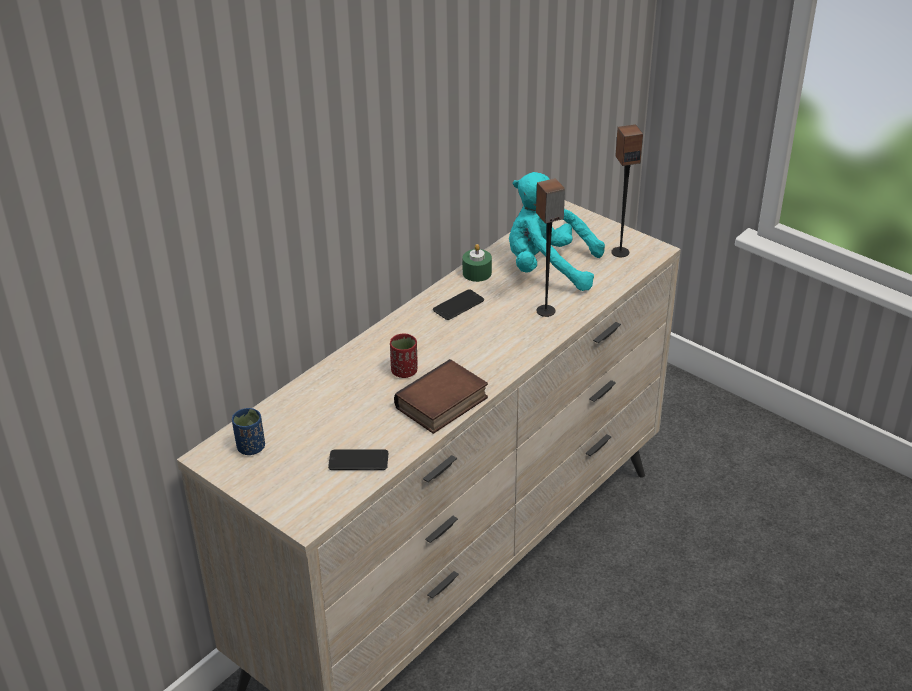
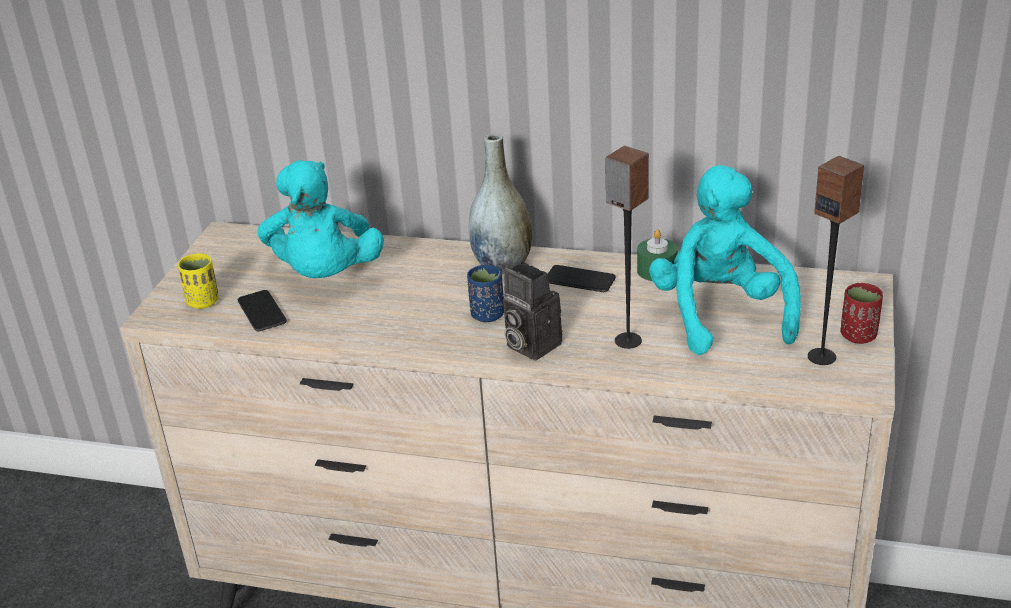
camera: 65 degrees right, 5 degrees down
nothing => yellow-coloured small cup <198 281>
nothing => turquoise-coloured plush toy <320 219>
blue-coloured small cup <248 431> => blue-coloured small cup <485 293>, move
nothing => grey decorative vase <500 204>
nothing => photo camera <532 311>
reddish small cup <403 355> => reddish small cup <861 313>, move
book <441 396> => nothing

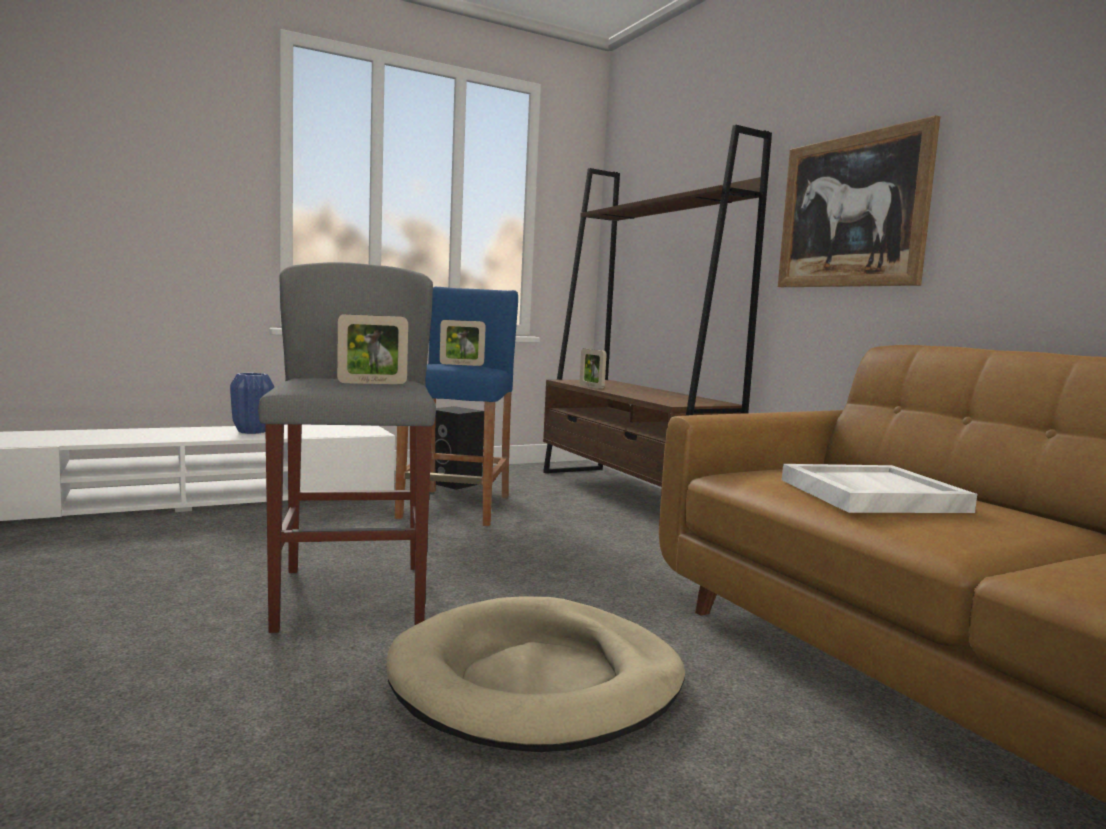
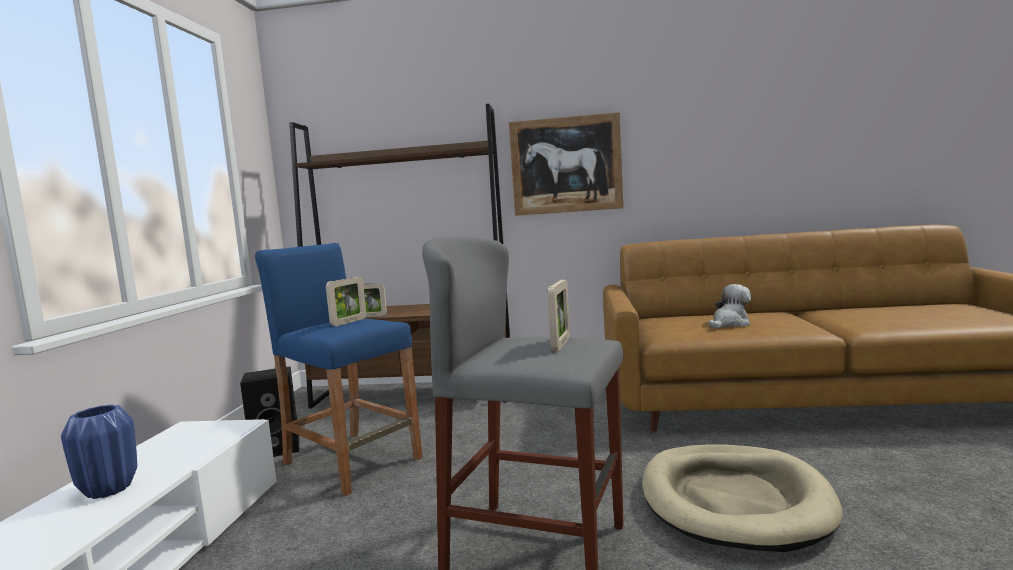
camera: 55 degrees left, 0 degrees up
whitish serving tray <879 488> => plush toy <730 306>

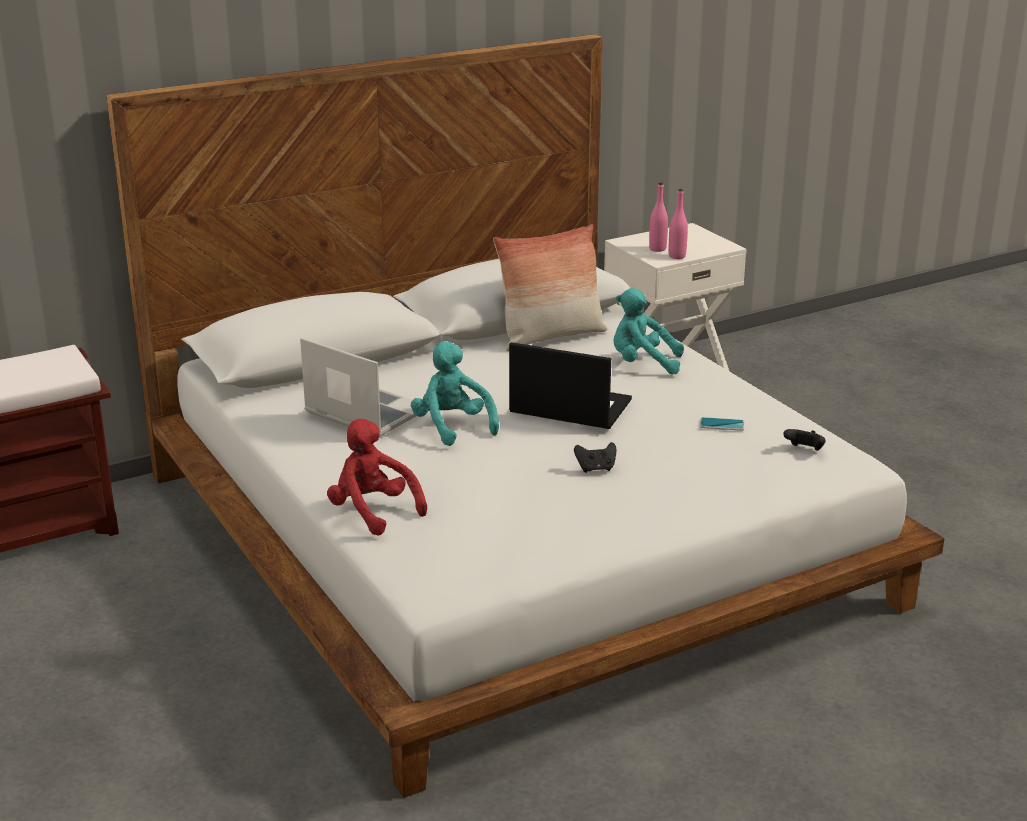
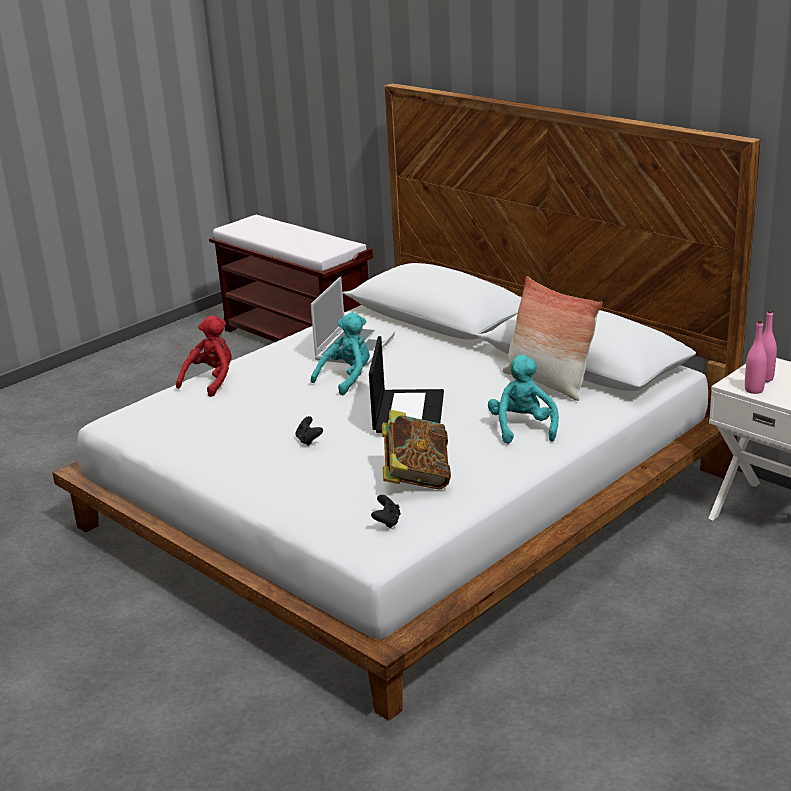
camera: 75 degrees right, 0 degrees up
telephone <722 424> => book <416 449>

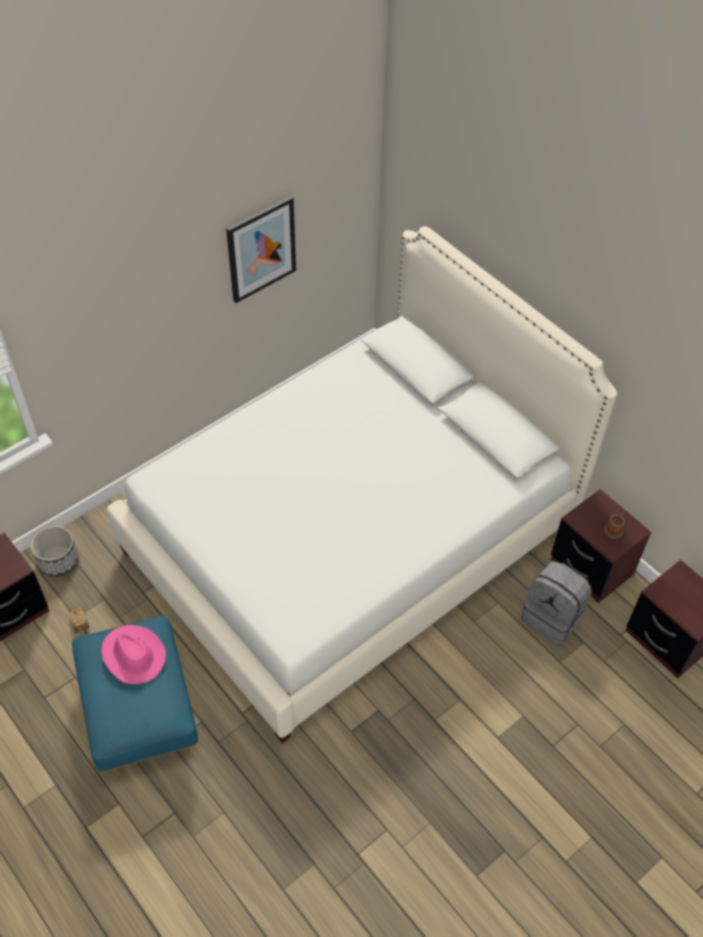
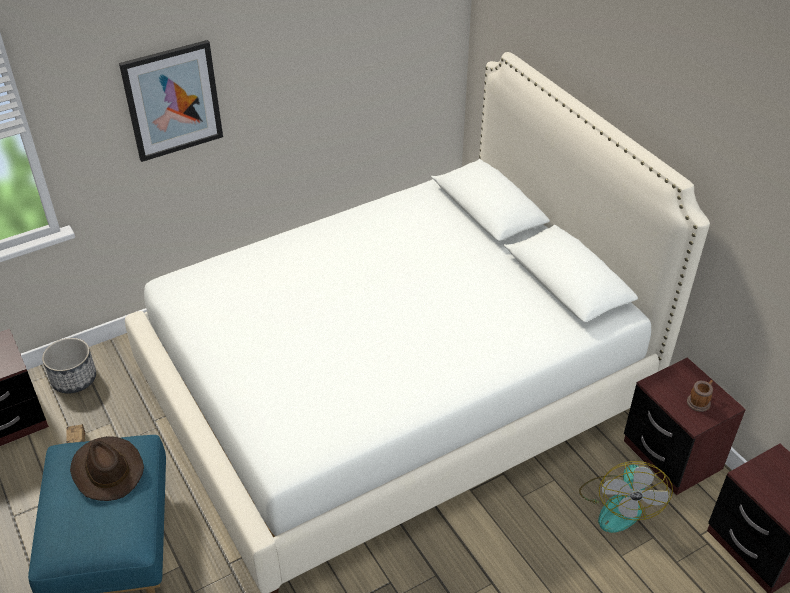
camera: 10 degrees right, 10 degrees down
pink wearable hat <133 654> => brownish wearable hat <107 468>
picture <261 249> => picture <171 101>, move
grey backpack <556 603> => fan <626 497>

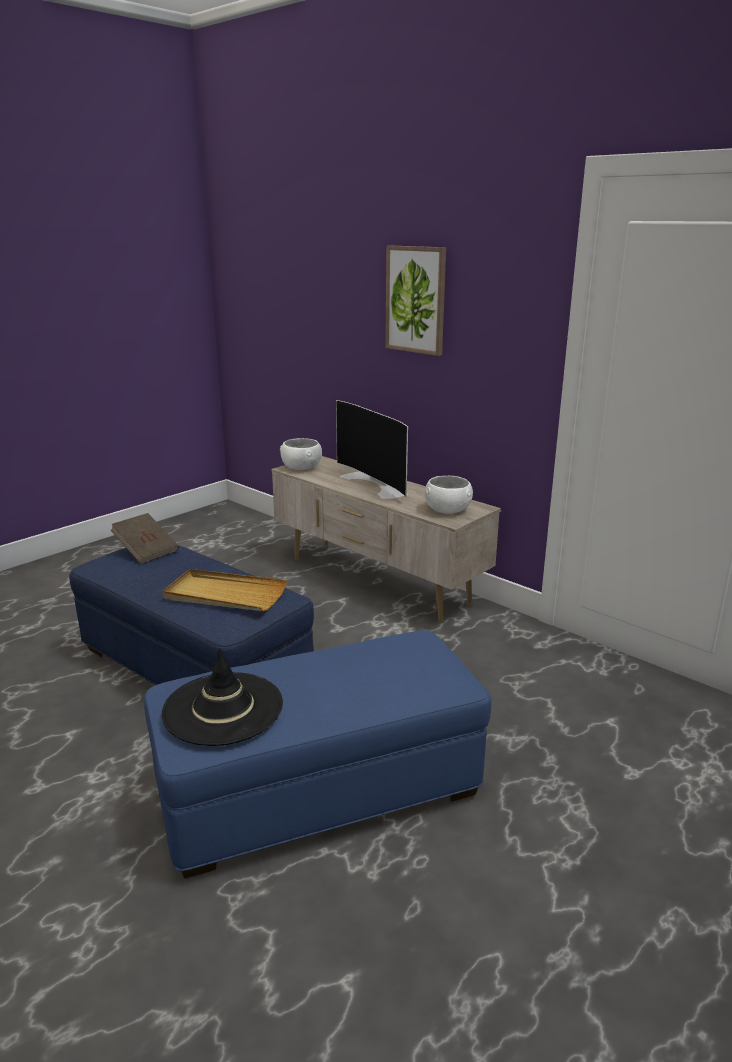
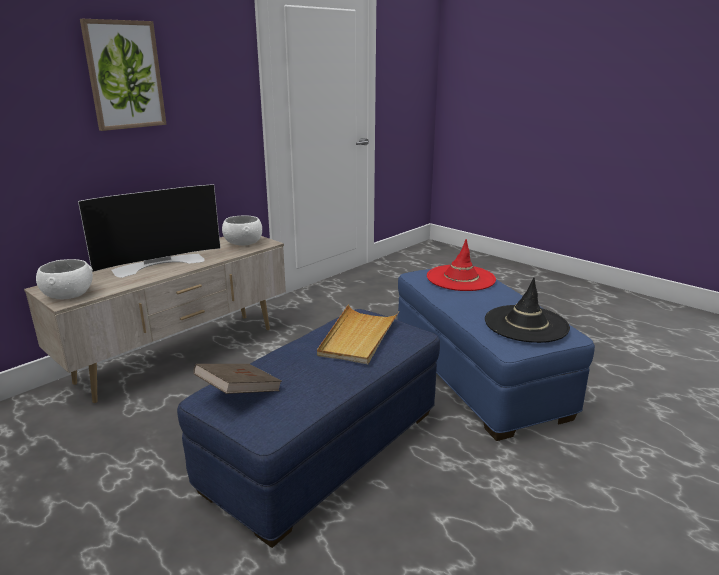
camera: 90 degrees left, 0 degrees up
nothing => reddish wearable hat <461 265>

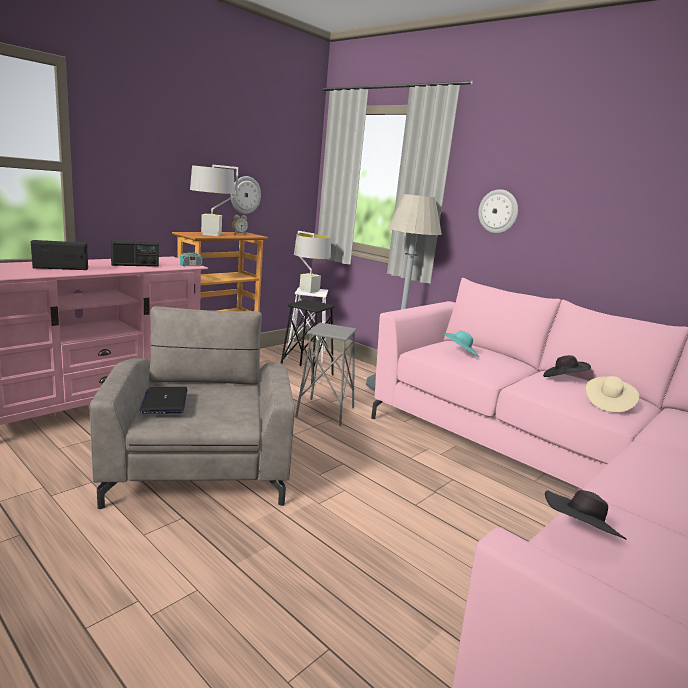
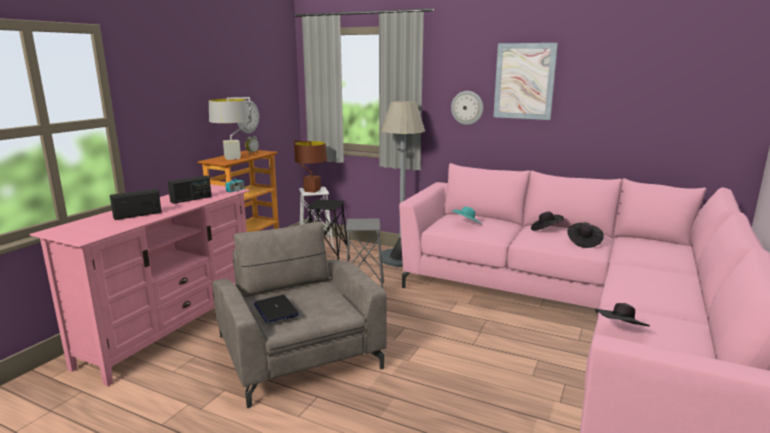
camera: 15 degrees left, 0 degrees up
grey tabletop lamp <312 262> => brownish tabletop lamp <310 166>
nothing => picture <525 81>
beige wearable hat <612 394> => black-coloured wearable hat <585 235>

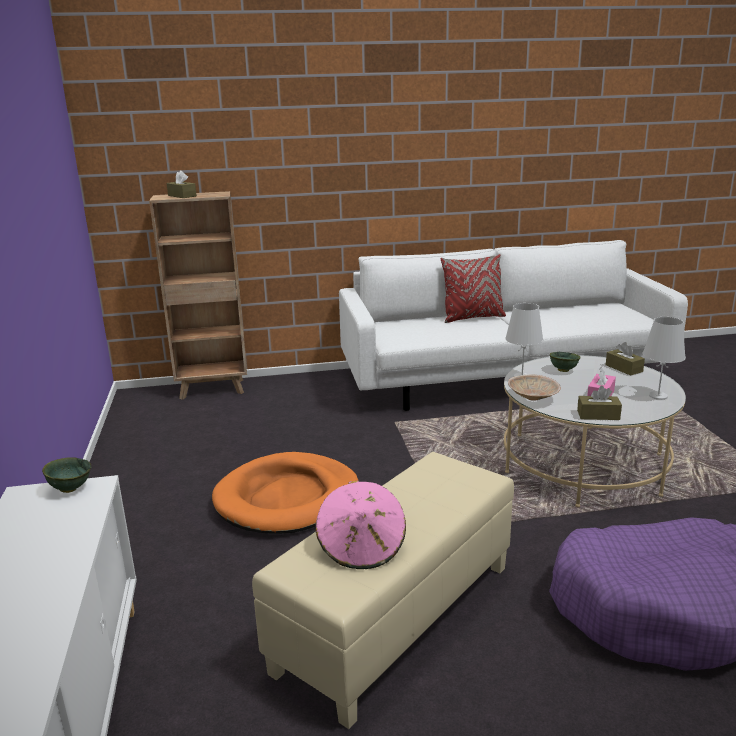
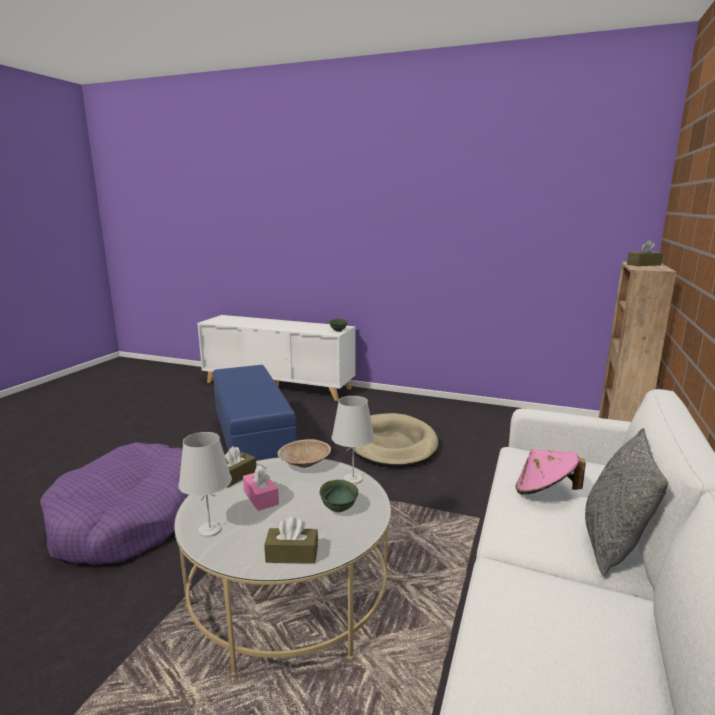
camera: 120 degrees right, 5 degrees down
beige pouffe <383 590> => blue-coloured pouffe <255 413>
orangey pet bed <285 493> => beige pet bed <394 440>
pink wearable hat <360 525> => pink wearable hat <551 472>, move
reddish throw pillow <473 288> => grey throw pillow <626 502>

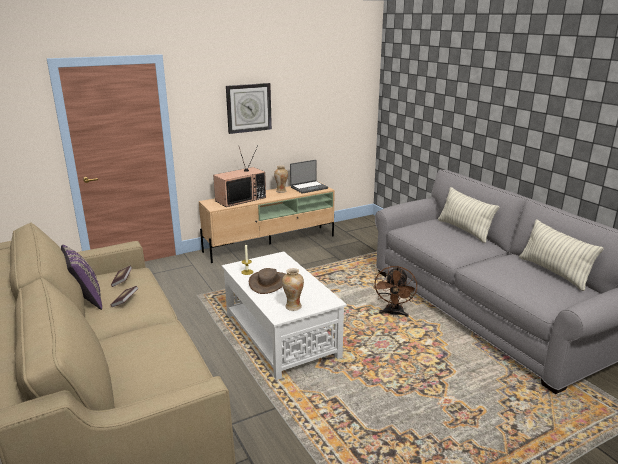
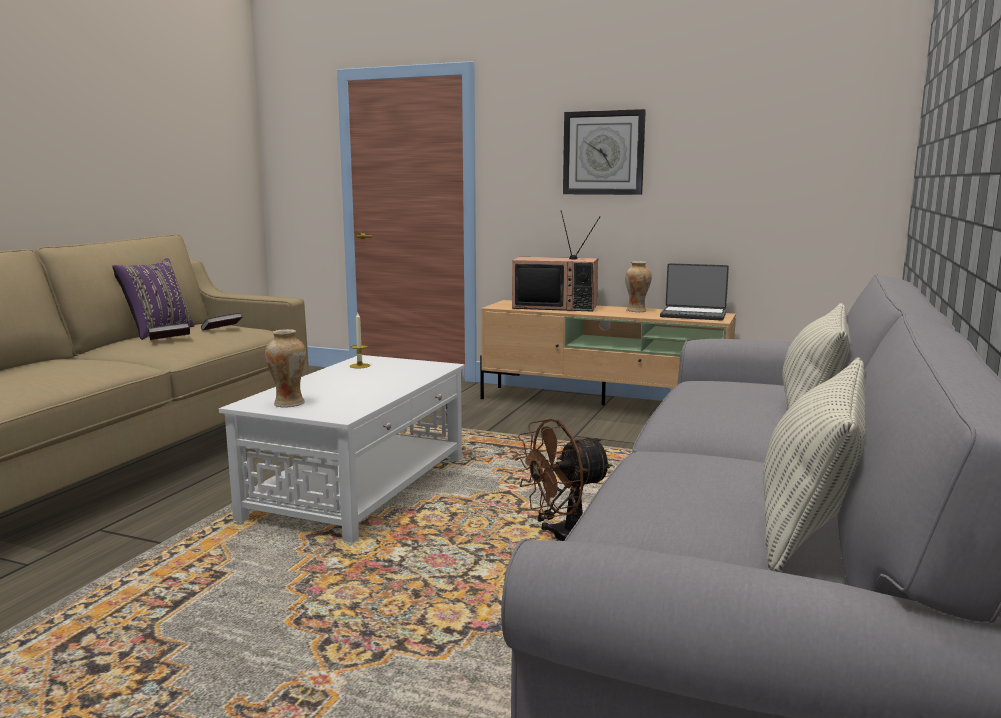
camera: 50 degrees right, 10 degrees down
brownish wearable hat <267 281> => nothing

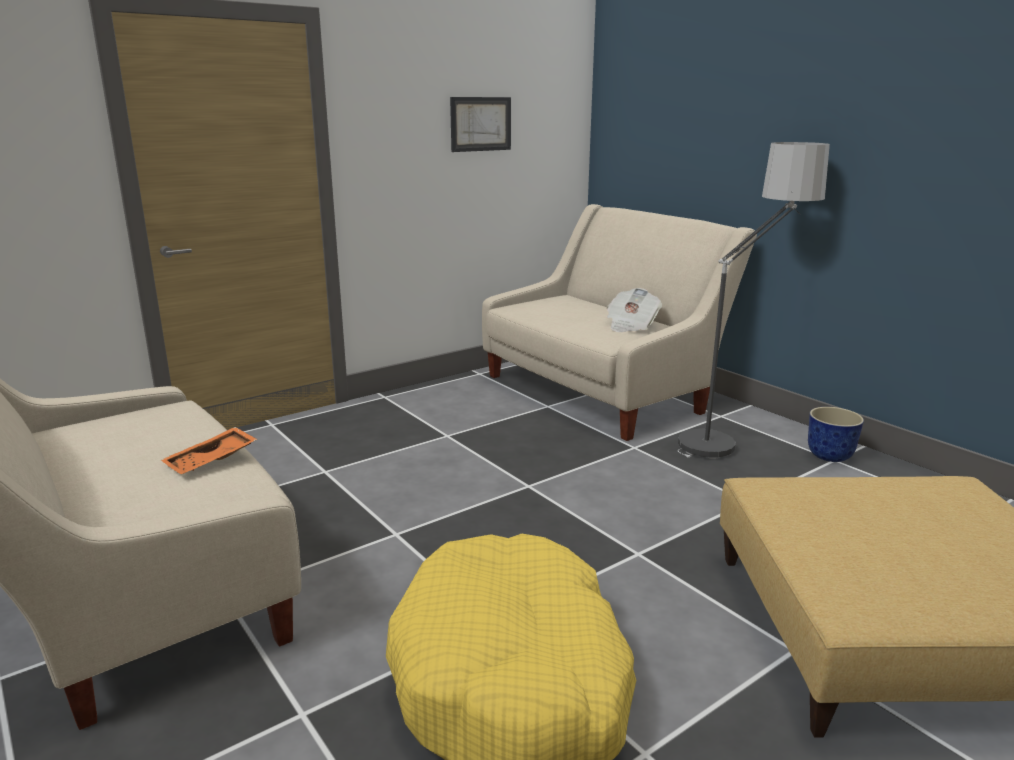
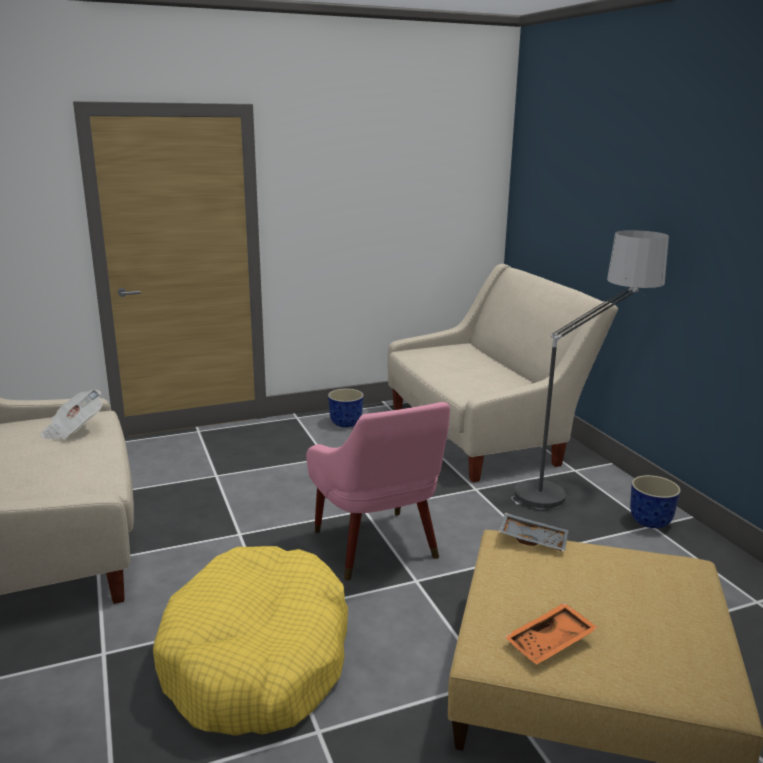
camera: 15 degrees right, 0 degrees up
printed paper <634 310> => printed paper <71 414>, move
nothing => pink lounge chair <378 491>
nothing => planter <346 408>
nothing => grey serving tray <534 531>
orangey serving tray <209 450> => orangey serving tray <551 633>, move
picture <480 124> => nothing

